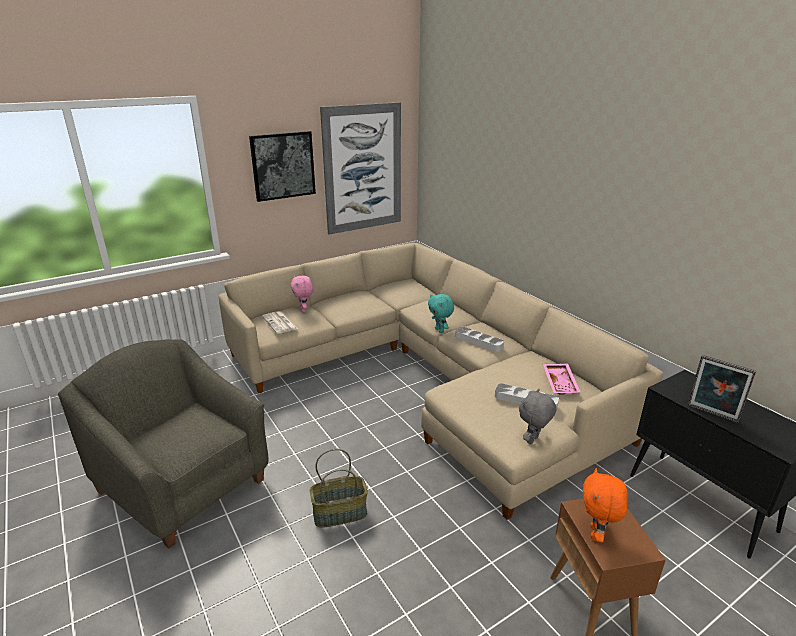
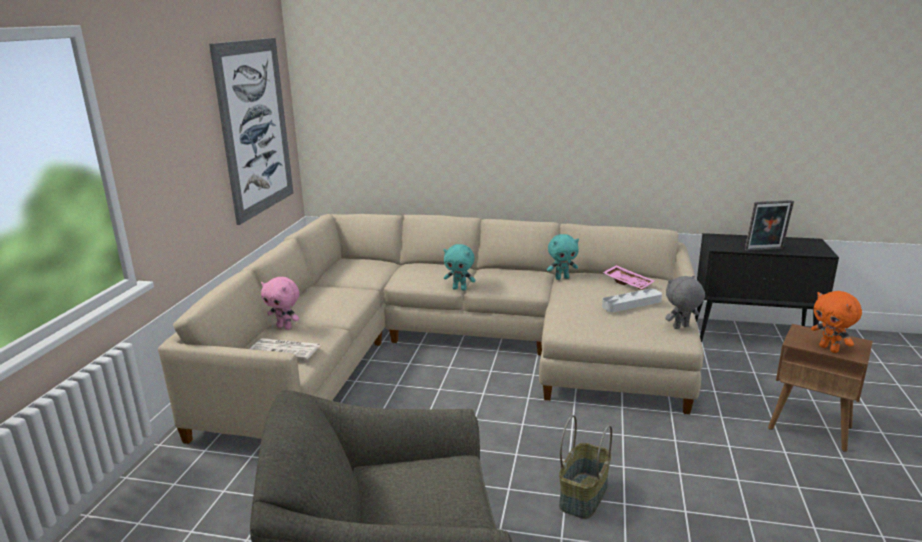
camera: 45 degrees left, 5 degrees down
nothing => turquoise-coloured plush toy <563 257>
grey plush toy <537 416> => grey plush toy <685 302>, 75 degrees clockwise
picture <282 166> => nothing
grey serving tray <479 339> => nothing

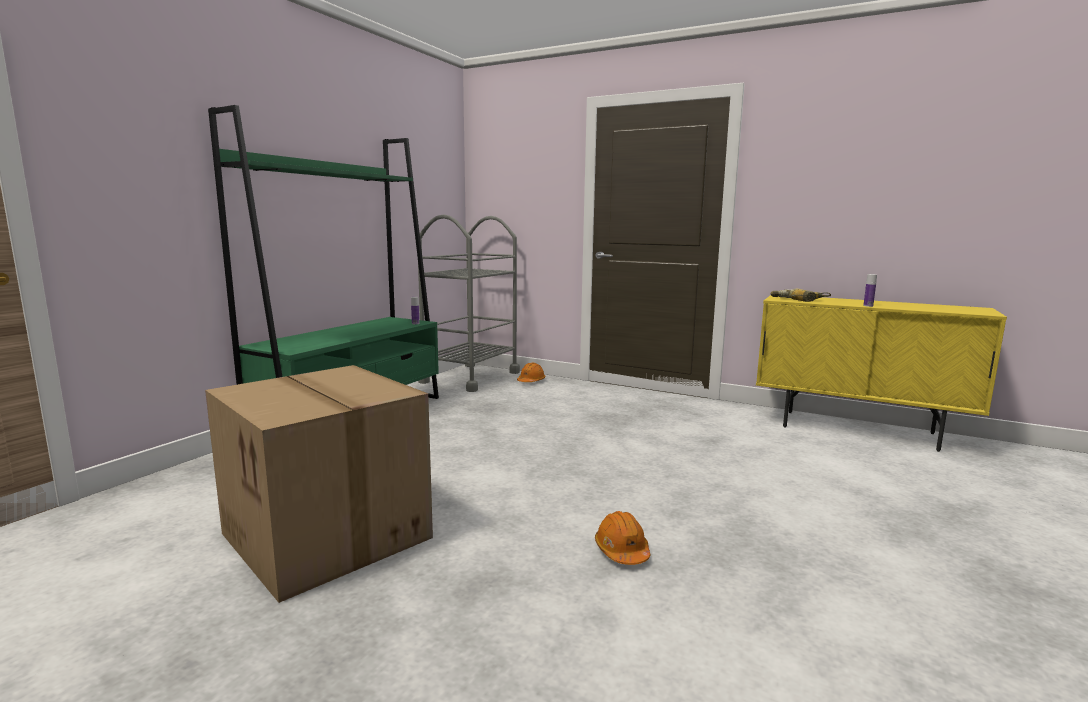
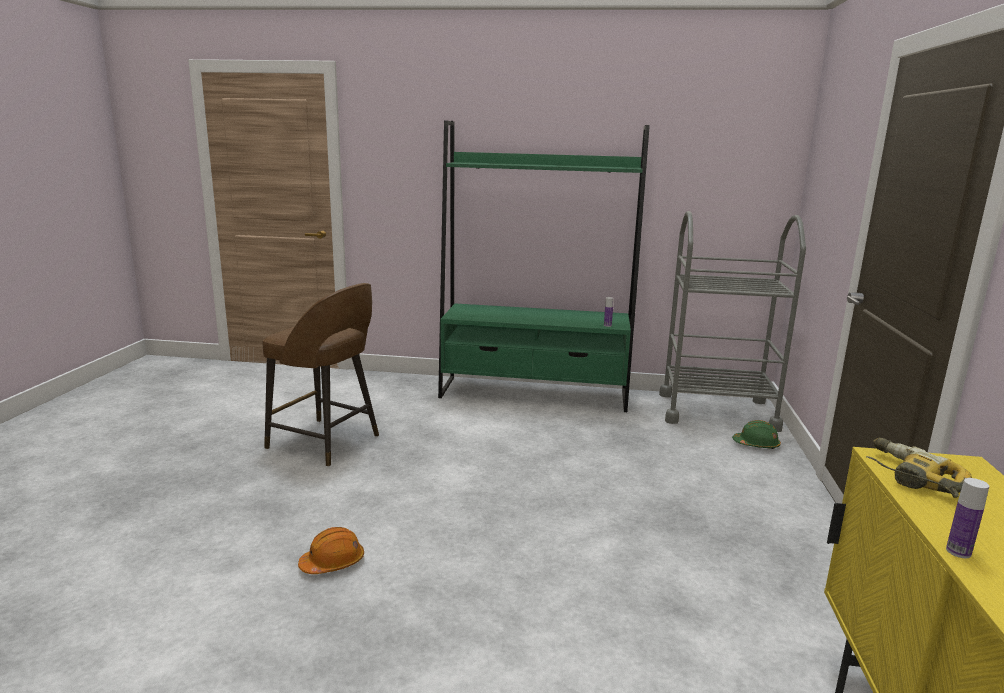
camera: 70 degrees right, 5 degrees up
packing box <319 484> => brownish stool <320 375>
orangey safety helmet <531 372> => greenish safety helmet <756 434>

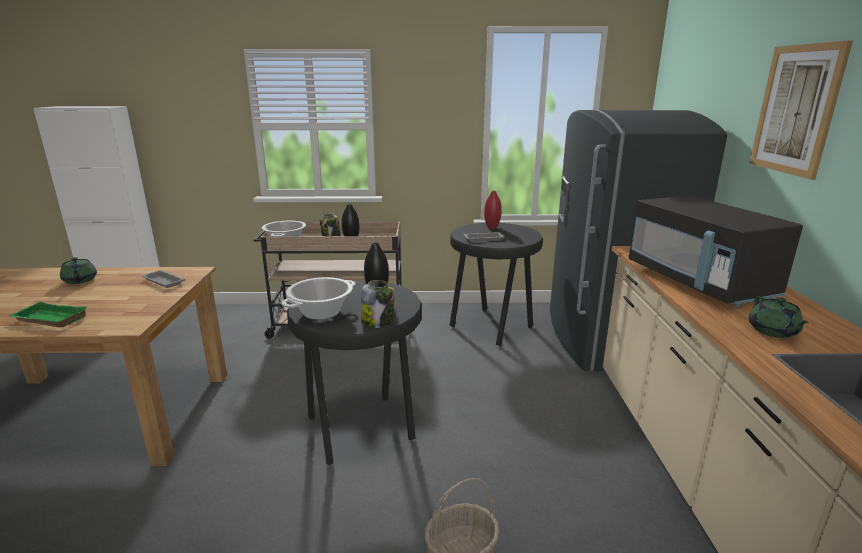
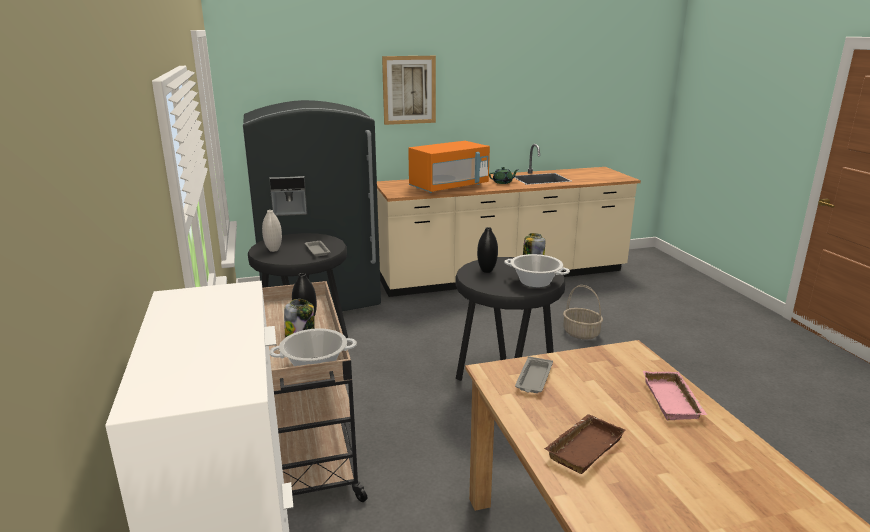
camera: 105 degrees left, 0 degrees up
reddish decorative vase <493 210> => whitish decorative vase <272 231>
black-coloured microwave oven <716 251> => orangey microwave oven <449 167>
greenish pot for tea <78 270> => brownish serving tray <585 444>
greenish serving tray <48 315> => pink serving tray <675 396>

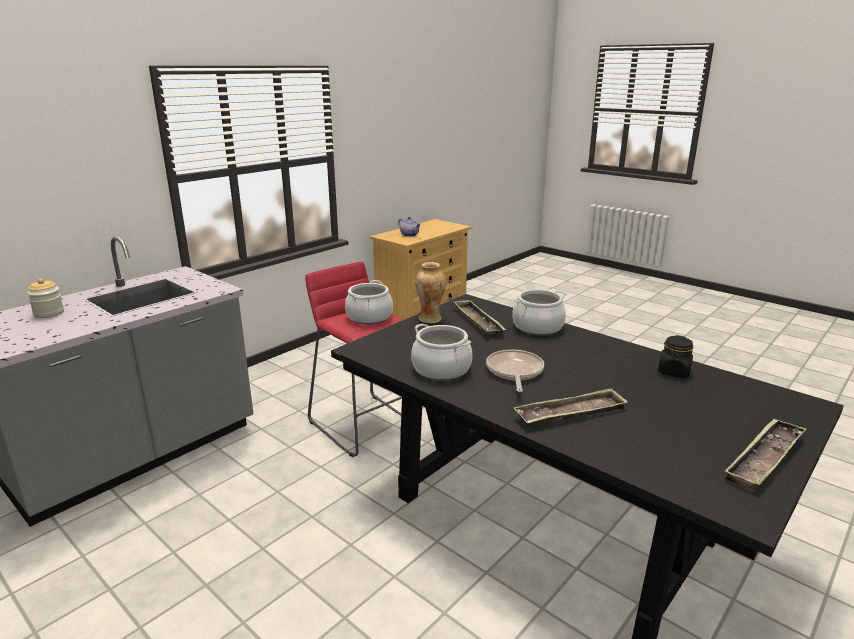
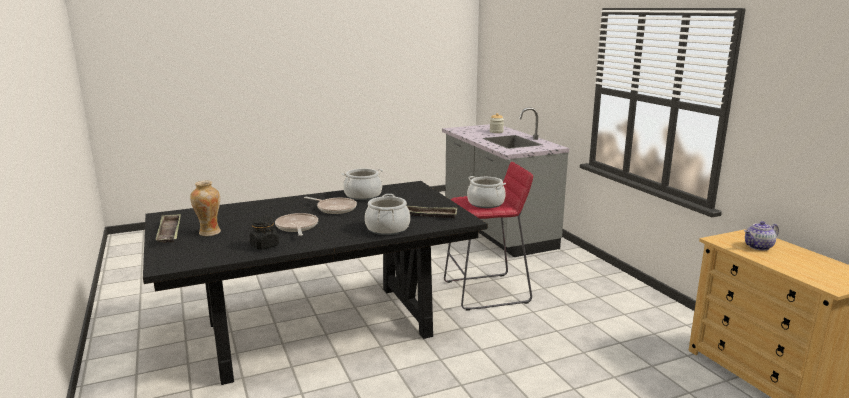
camera: 115 degrees right, 5 degrees down
decorative vase <430 292> => decorative vase <205 208>, move
nothing => frying pan <296 224>
serving tray <570 406> => nothing

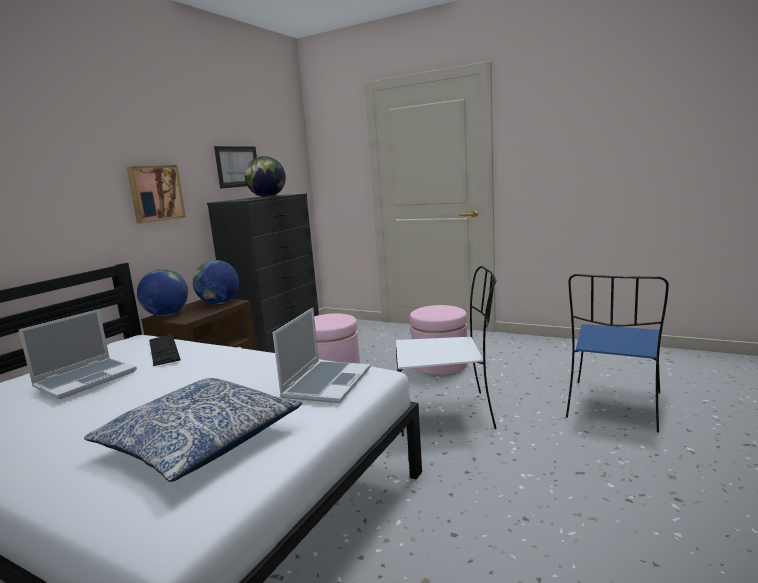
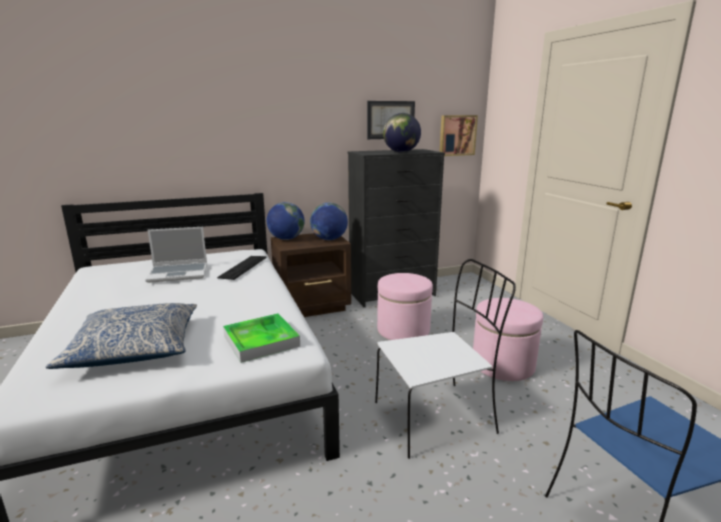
camera: 40 degrees right, 5 degrees up
portable computer <322 355> => serving tray <261 338>
whitish chair <446 351> => whitish chair <445 359>, 60 degrees counterclockwise
picture <156 194> => picture <459 135>, move

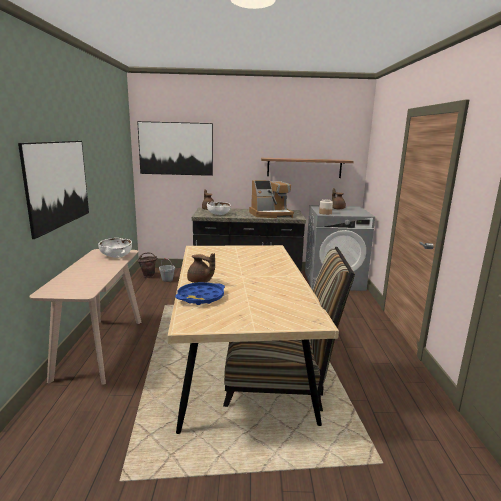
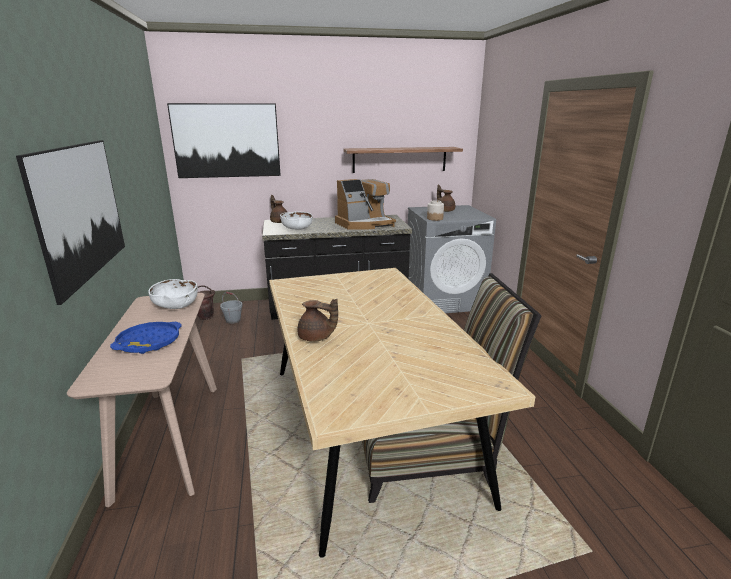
camera: 10 degrees left, 5 degrees up
blue-coloured serving tray <200 293> => blue-coloured serving tray <146 338>, move

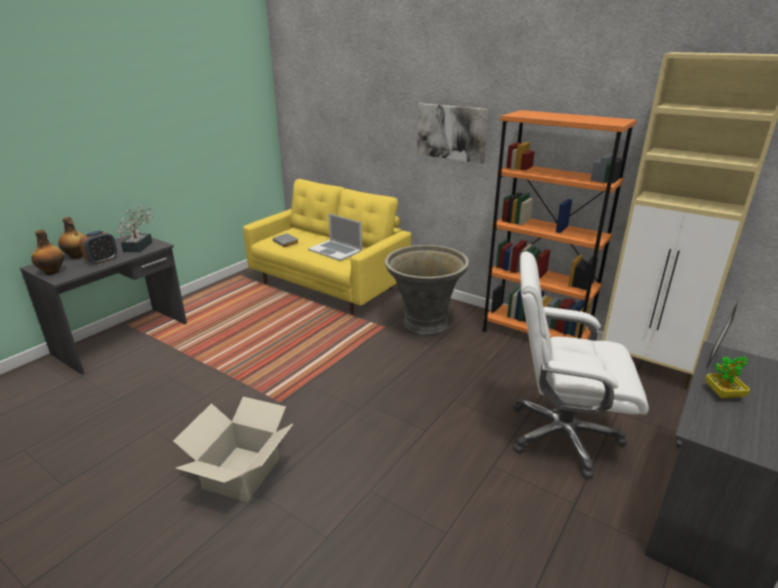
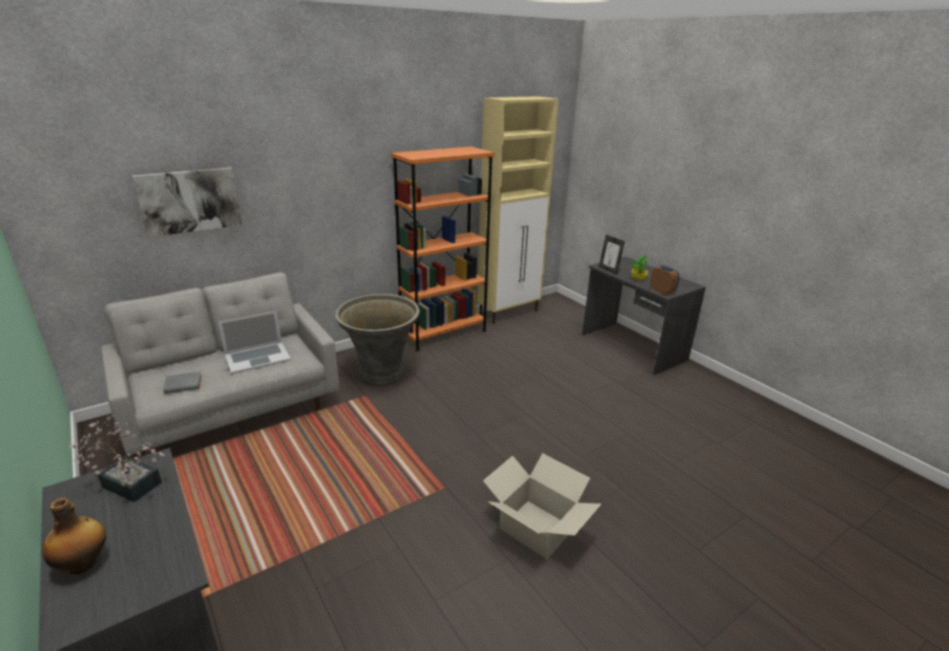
camera: 70 degrees left, 0 degrees up
yellow-coloured sofa <327 246> => grey sofa <219 363>
picture <453 133> => picture <187 202>, move
bedside clock <98 247> => bedside clock <665 280>, move
bottle <47 252> => nothing
whitish desk chair <581 365> => nothing

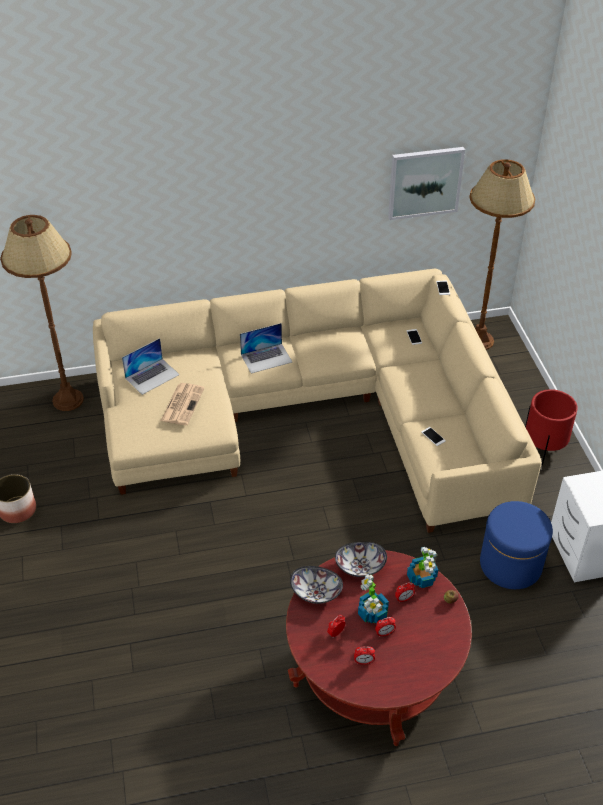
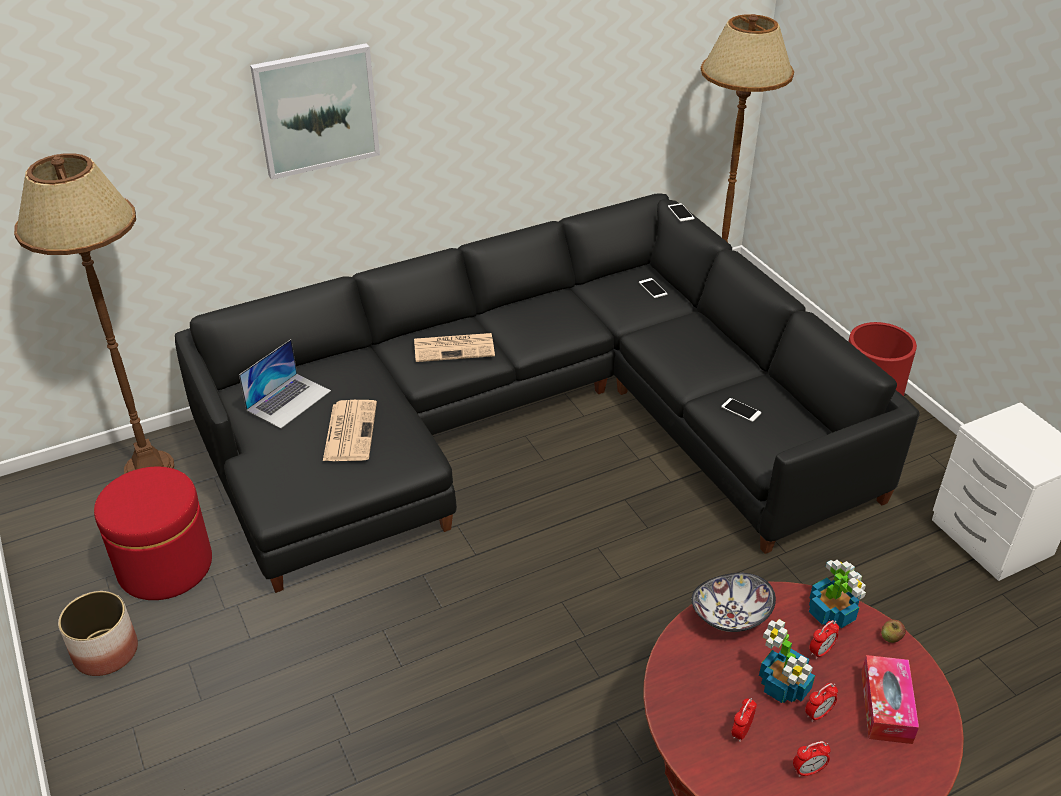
camera: 15 degrees left, 5 degrees down
nothing => reddish pouffe <153 533>
beige sofa <317 400> => black-coloured sofa <547 393>
picture <426 183> => picture <315 111>, move
portable computer <266 348> => printed paper <454 347>
nothing => tissue holder <890 699>
serving bowl <316 585> => nothing
blue-coloured pouffe <516 545> => nothing

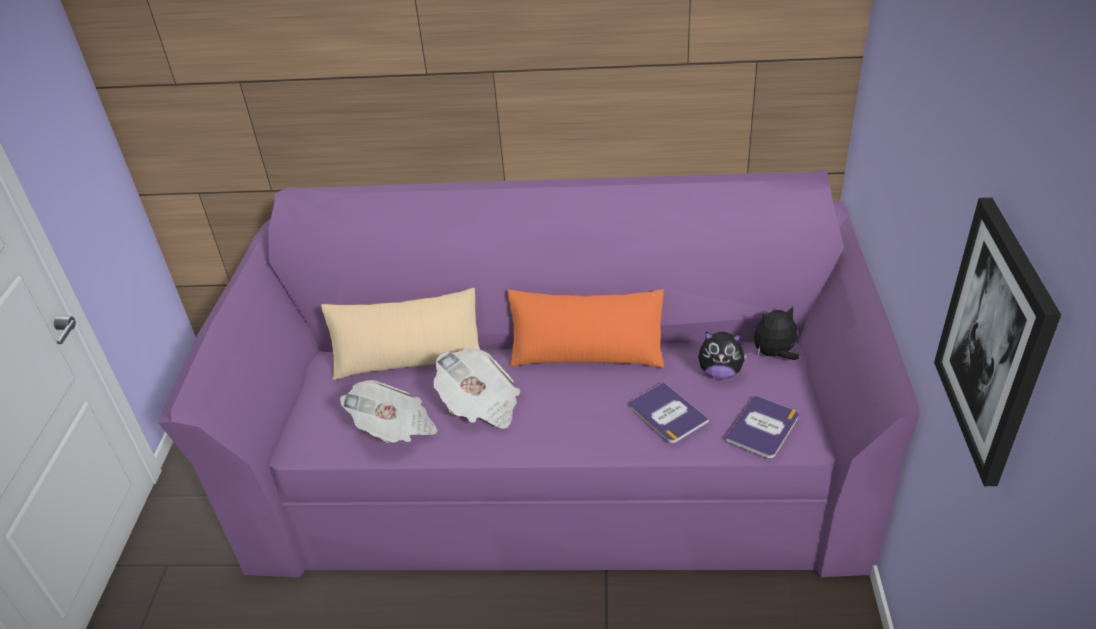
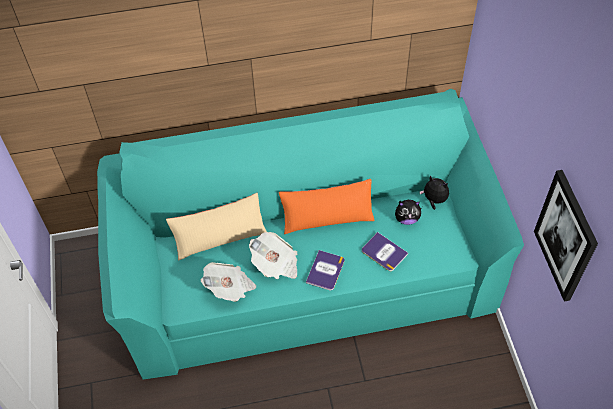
camera: 15 degrees left, 15 degrees up
purple sofa <539 373> => turquoise-coloured sofa <310 233>
book <762 427> => book <325 270>, move
plush toy <776 333> => plush toy <434 193>, 60 degrees clockwise

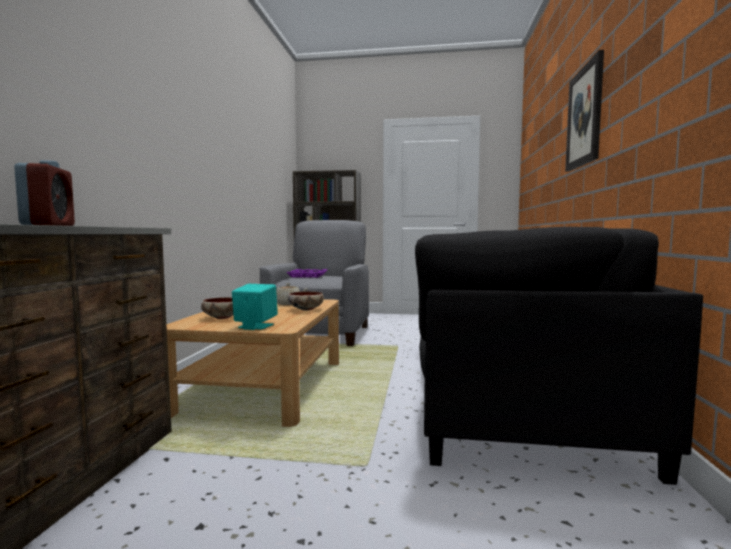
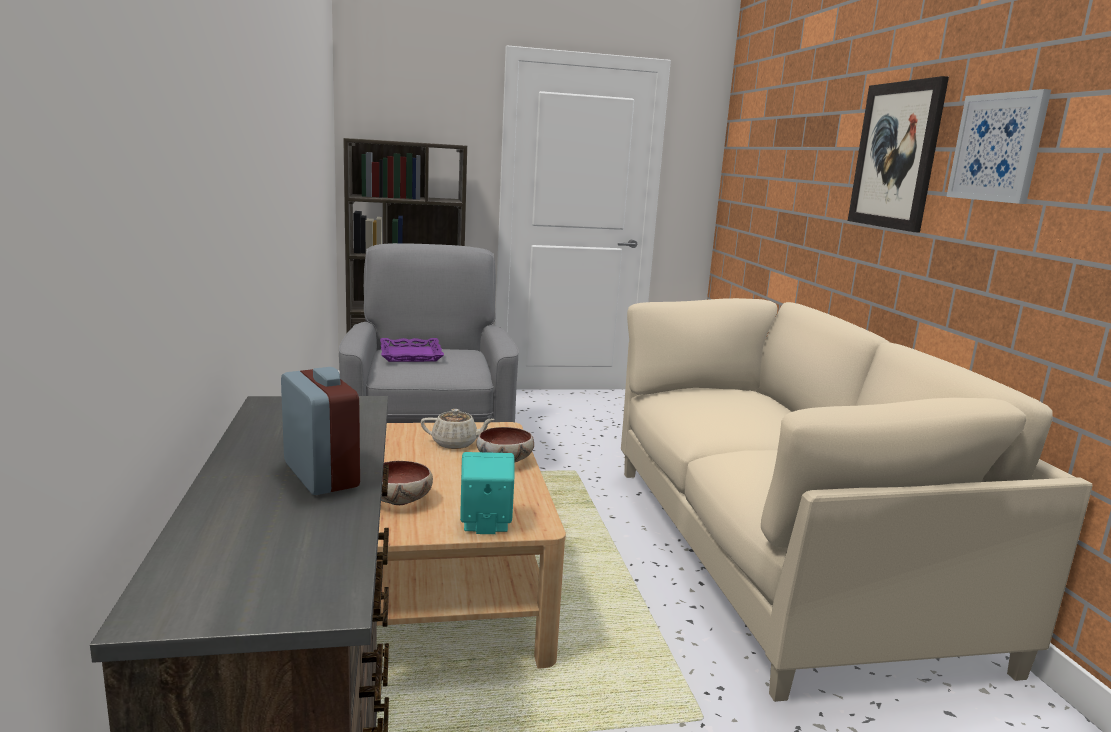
camera: 20 degrees left, 10 degrees up
black-coloured sofa <559 356> => beige sofa <857 500>
nothing => picture <998 146>

